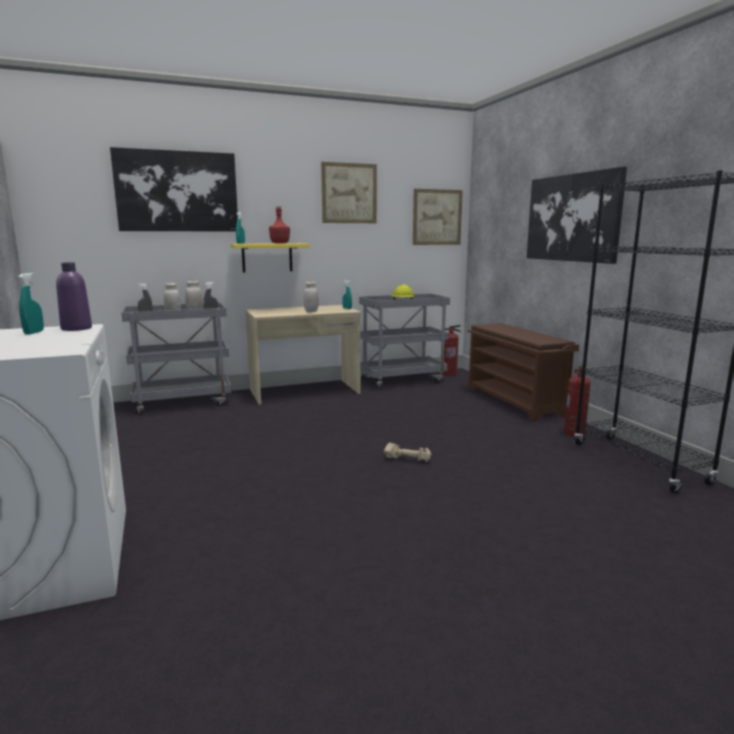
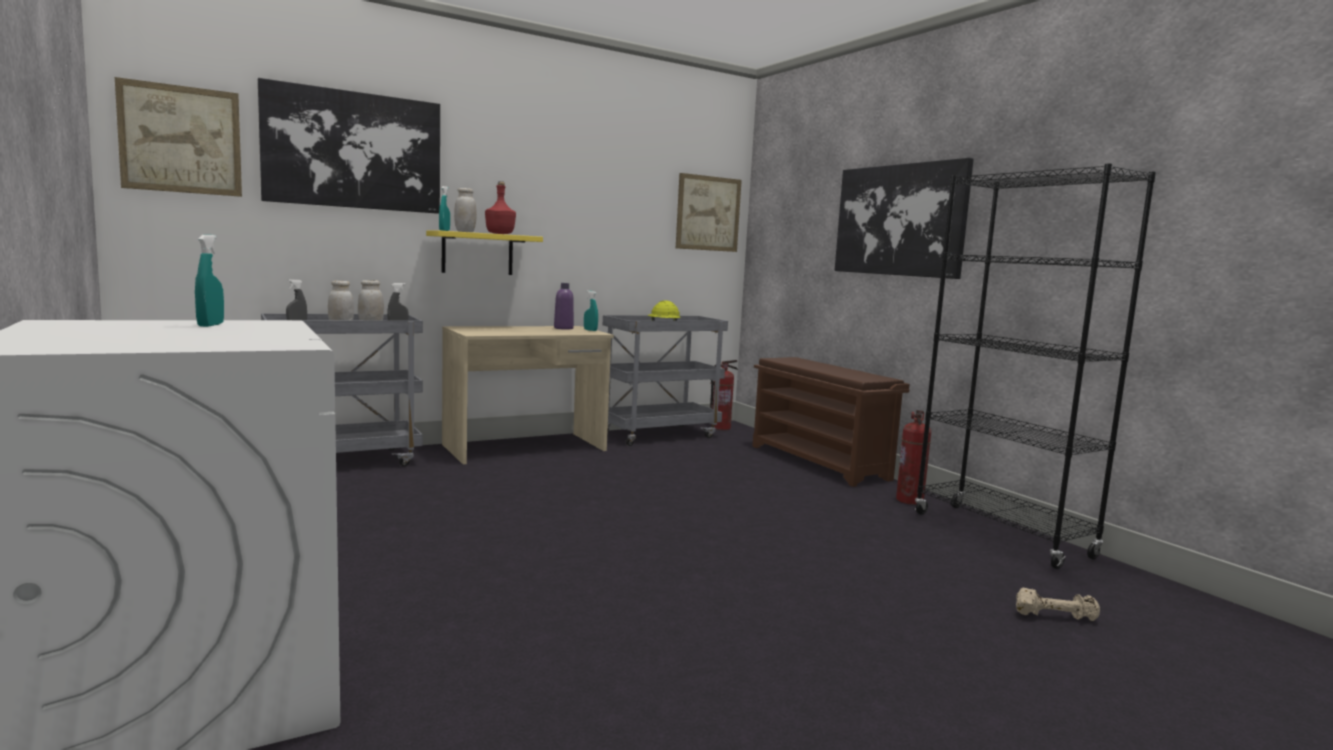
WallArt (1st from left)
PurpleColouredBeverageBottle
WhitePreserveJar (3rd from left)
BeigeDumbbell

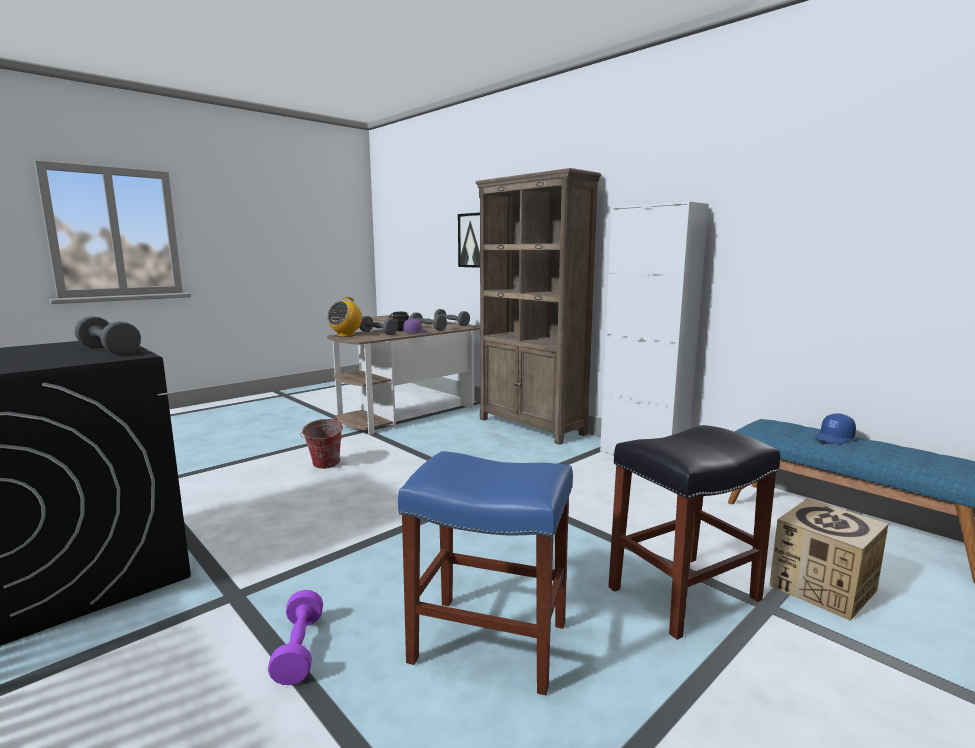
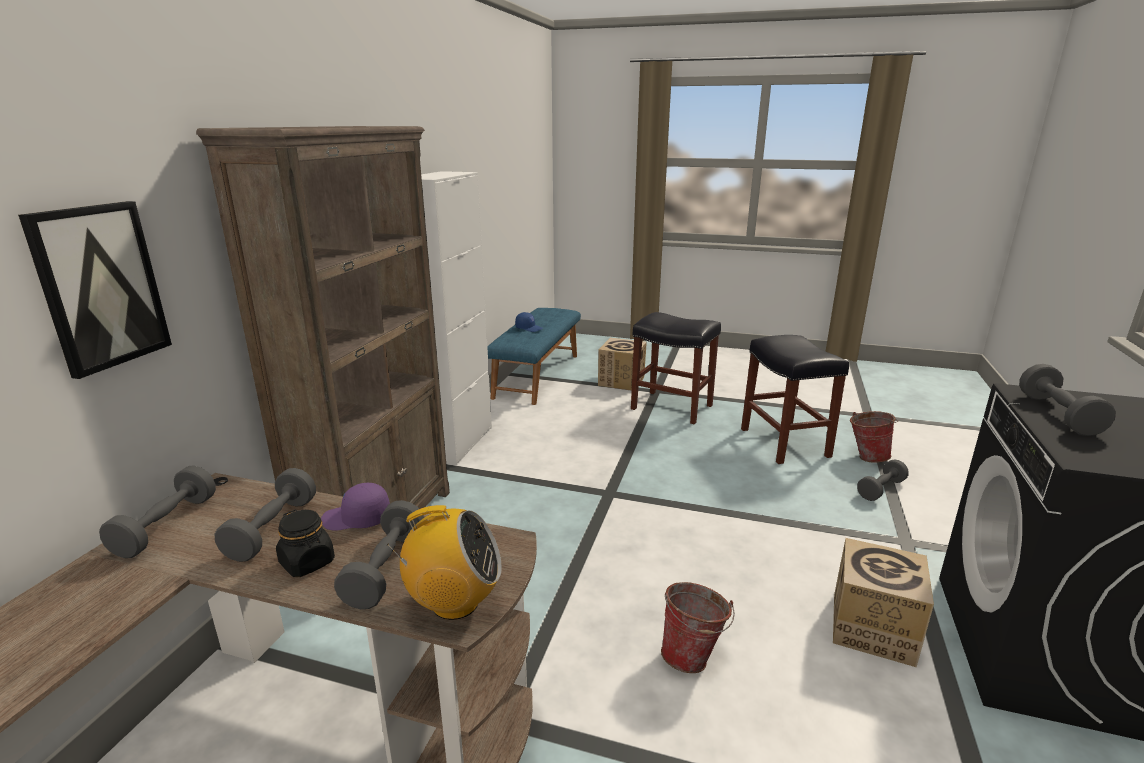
BlackStool (2nd from left)
GreyDumbbell (4th from left)
Bucket (2nd from left)
PackingBox (2nd from left)

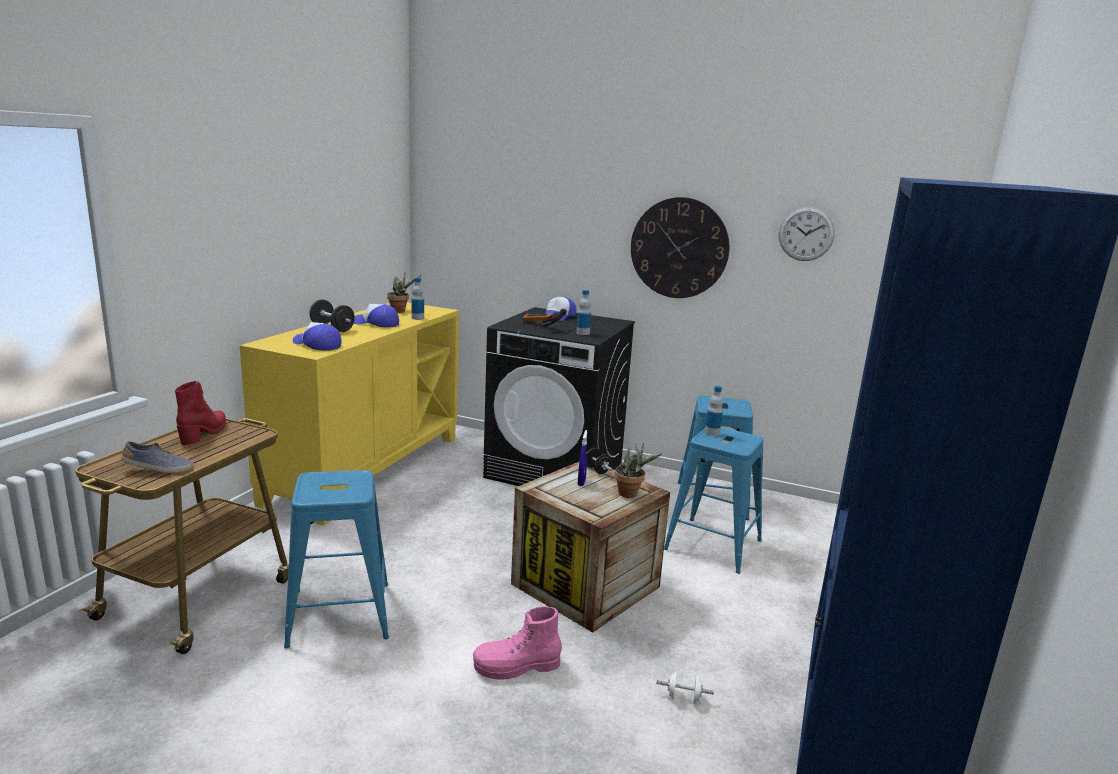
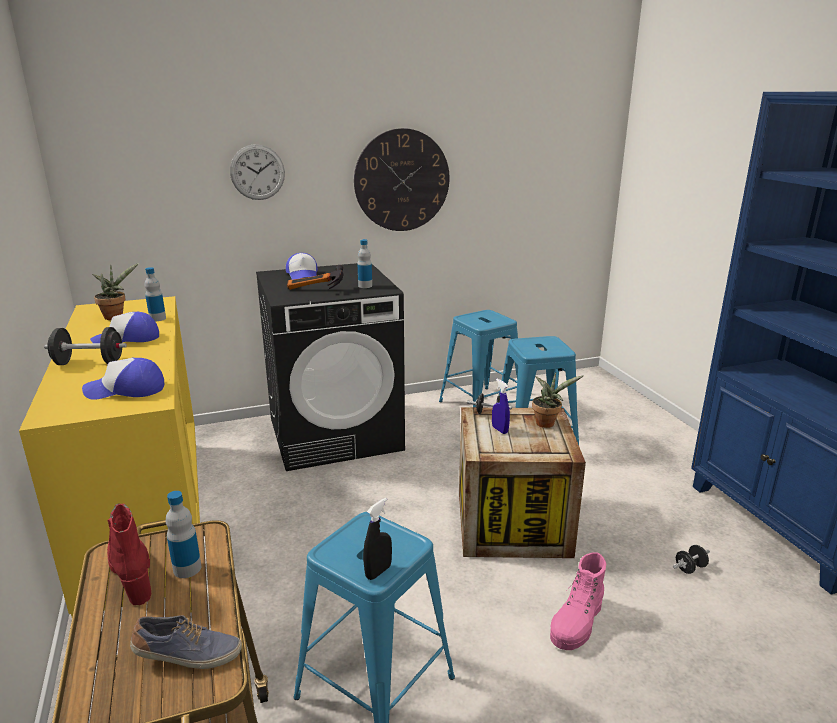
WallClock (1st from left)
BeverageBottle (2nd from left)
LowShoe
BlackDumbbell (3rd from left)
BlackHandSprayer

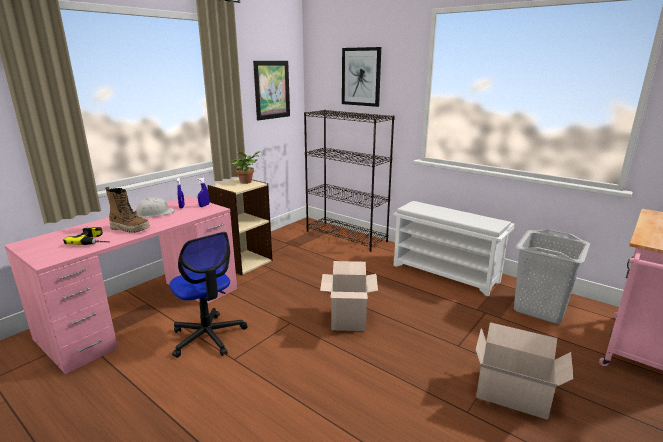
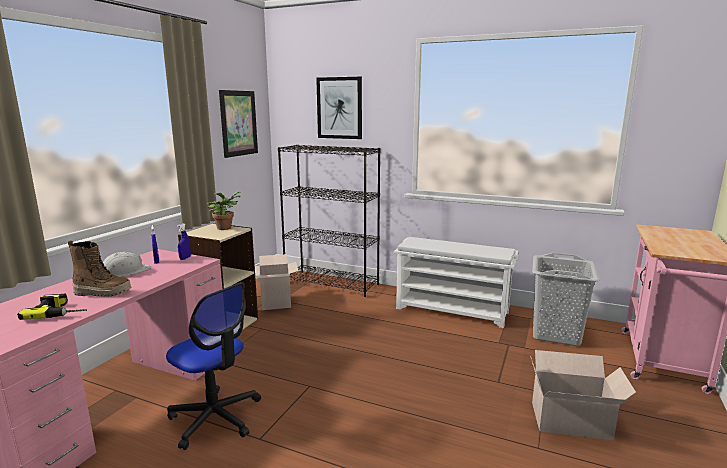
PackingBox (1st from left)

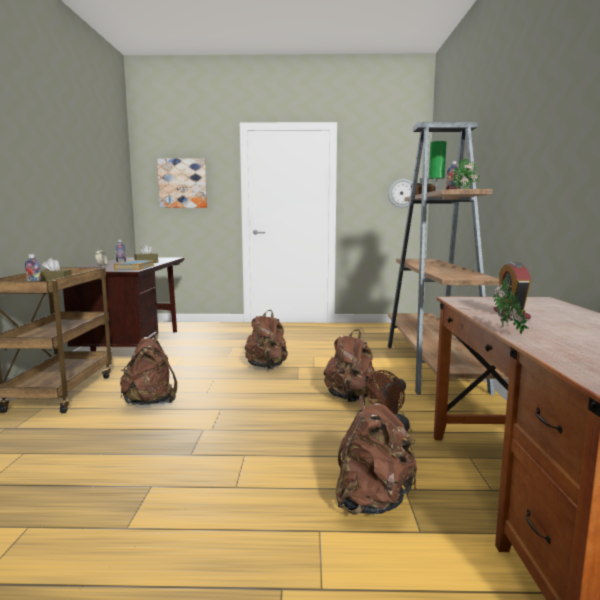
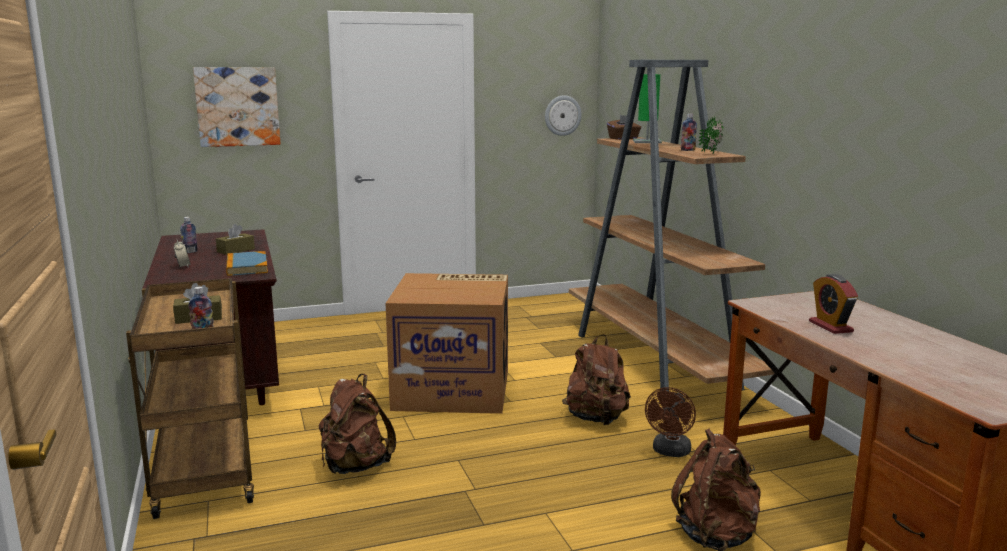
PottedPlant (2nd from left in the first image)
PackingBox

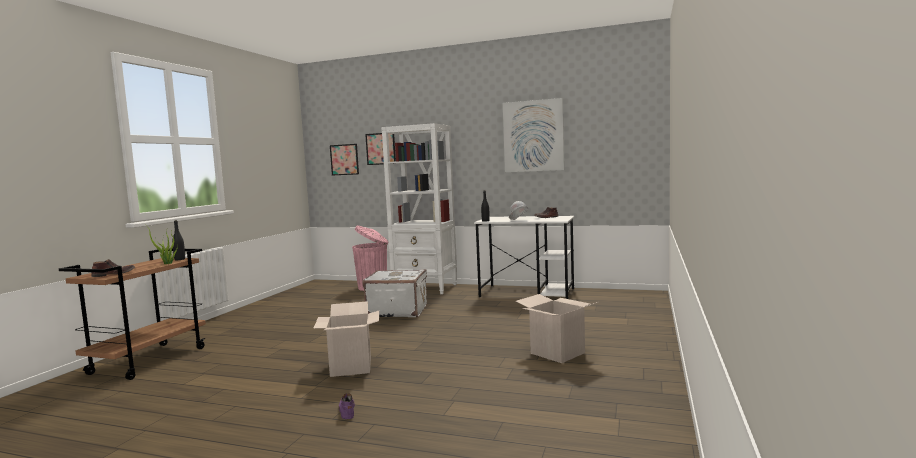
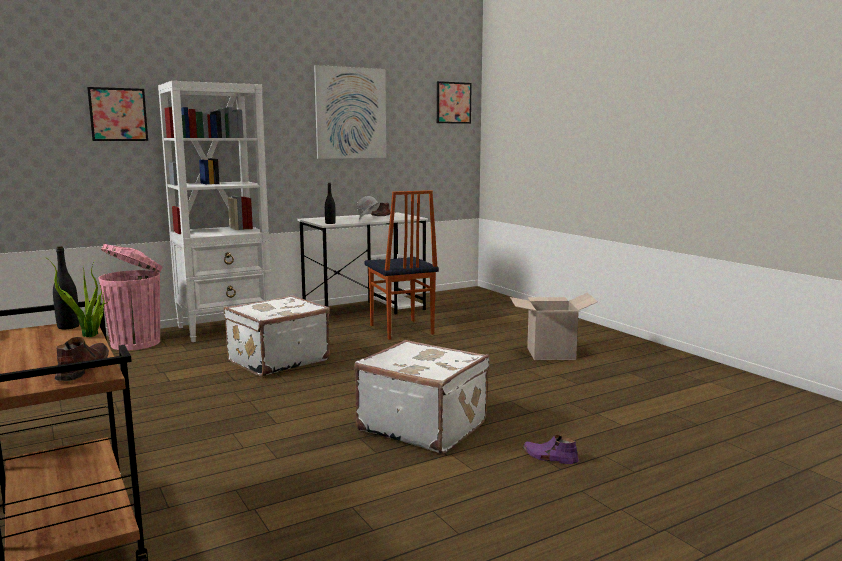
WallArt (3rd from left)
WhiteSuitcase (2nd from left)
PlainChair

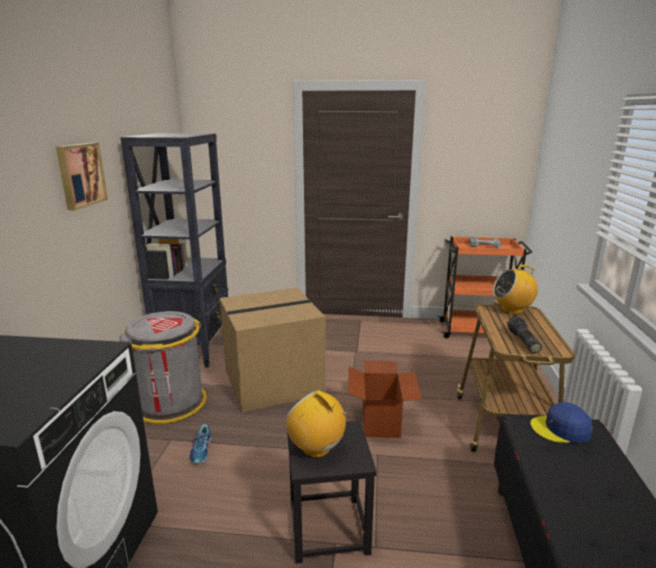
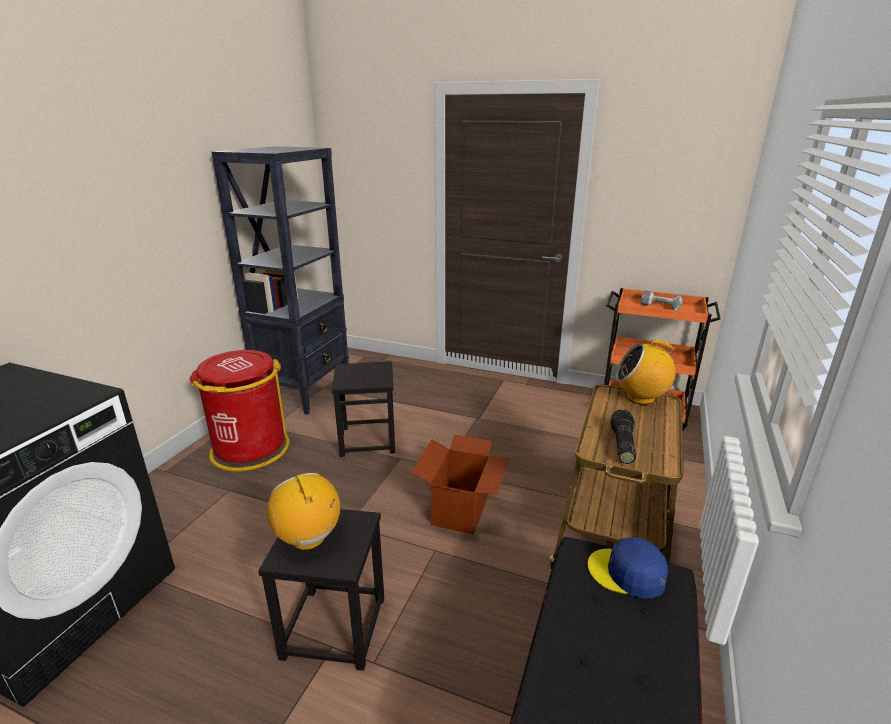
WallArt
BlackStool (2nd from left)
RedTrashCan
LowShoe

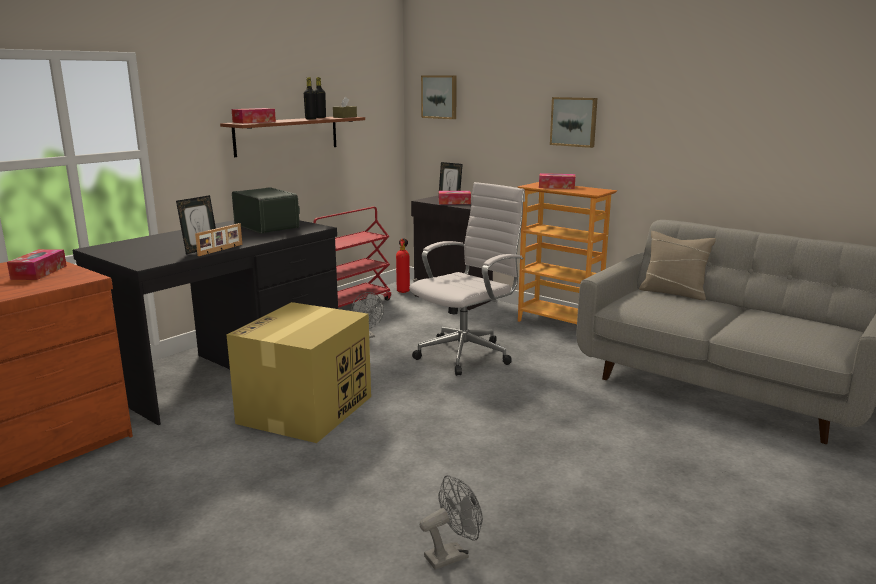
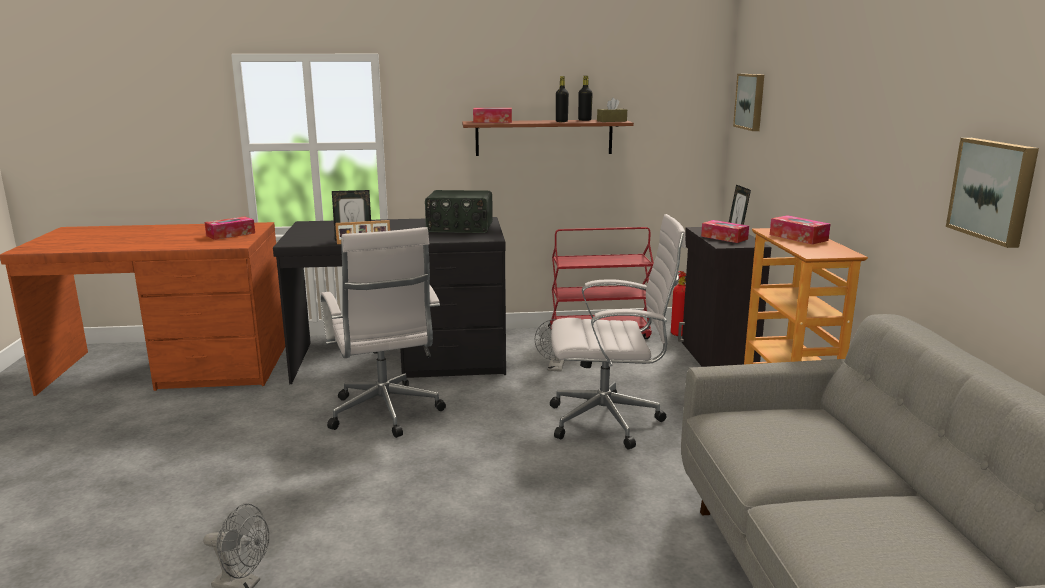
WallArt (2nd from left)
RadioReceiver
BeigePillow
WhiteComputerChair (1st from left)

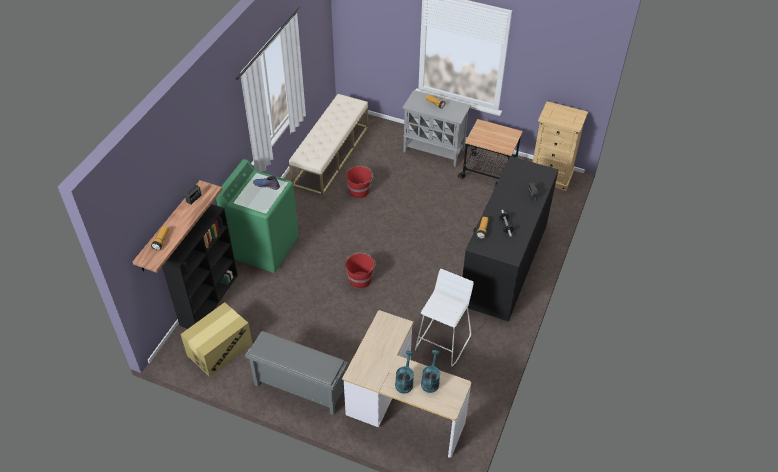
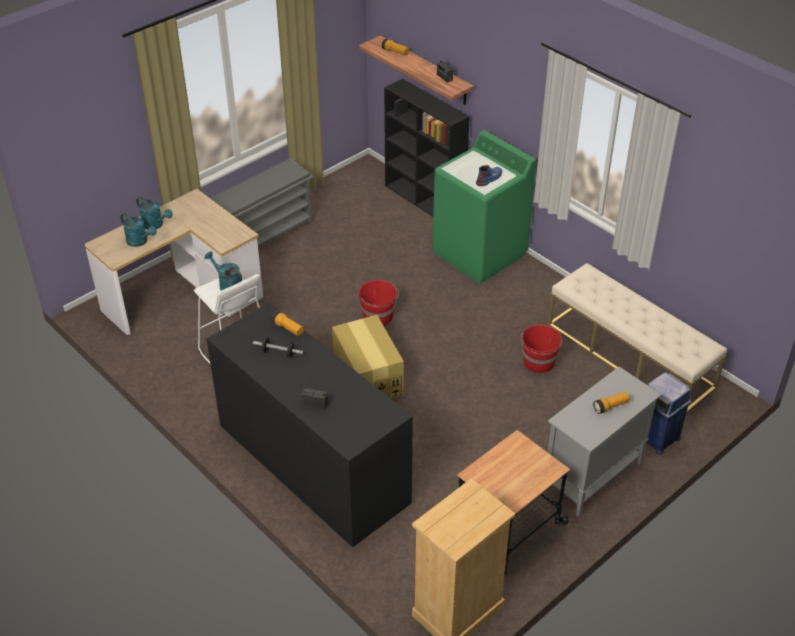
PackingBox
BlueGreenSprinklingCan (3rd from left)
BluishTrashCan

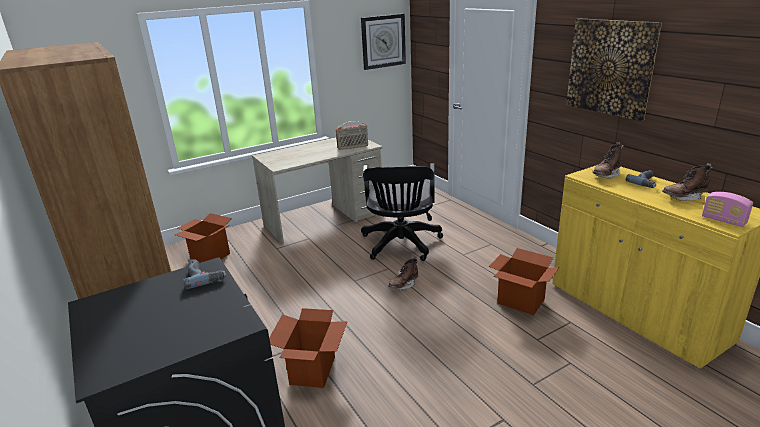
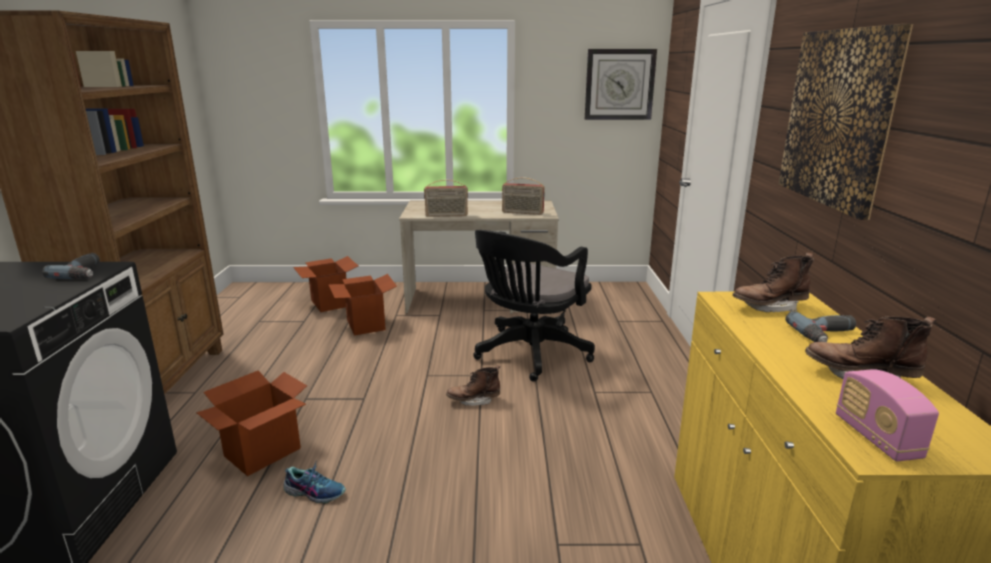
PackingBox (3rd from left)
RadioReceiver (1st from left)
LowShoe

